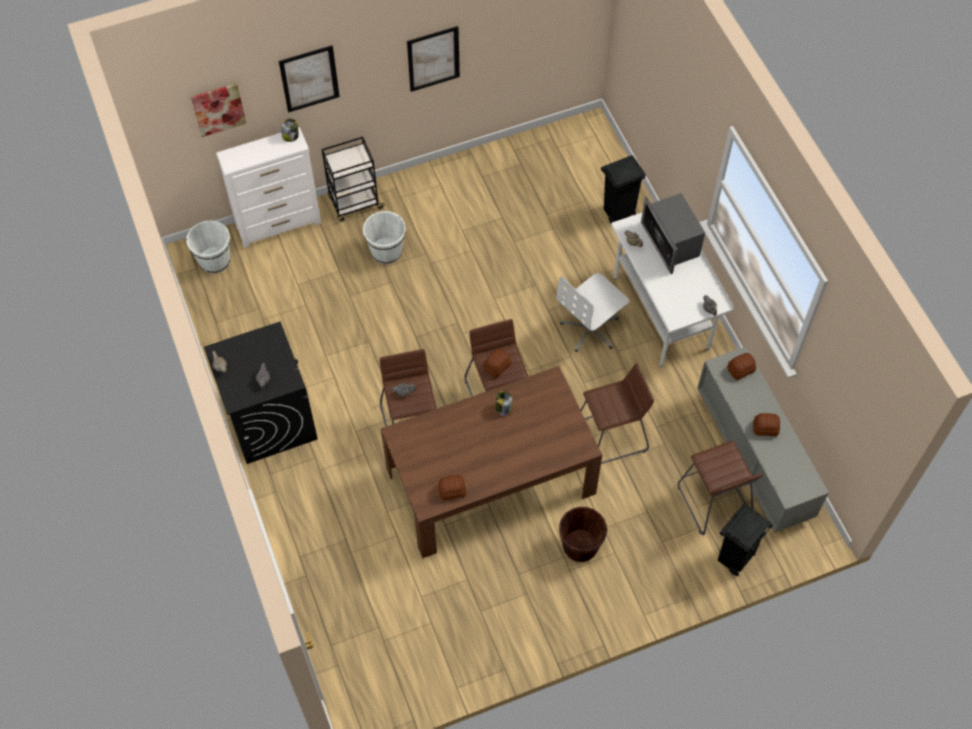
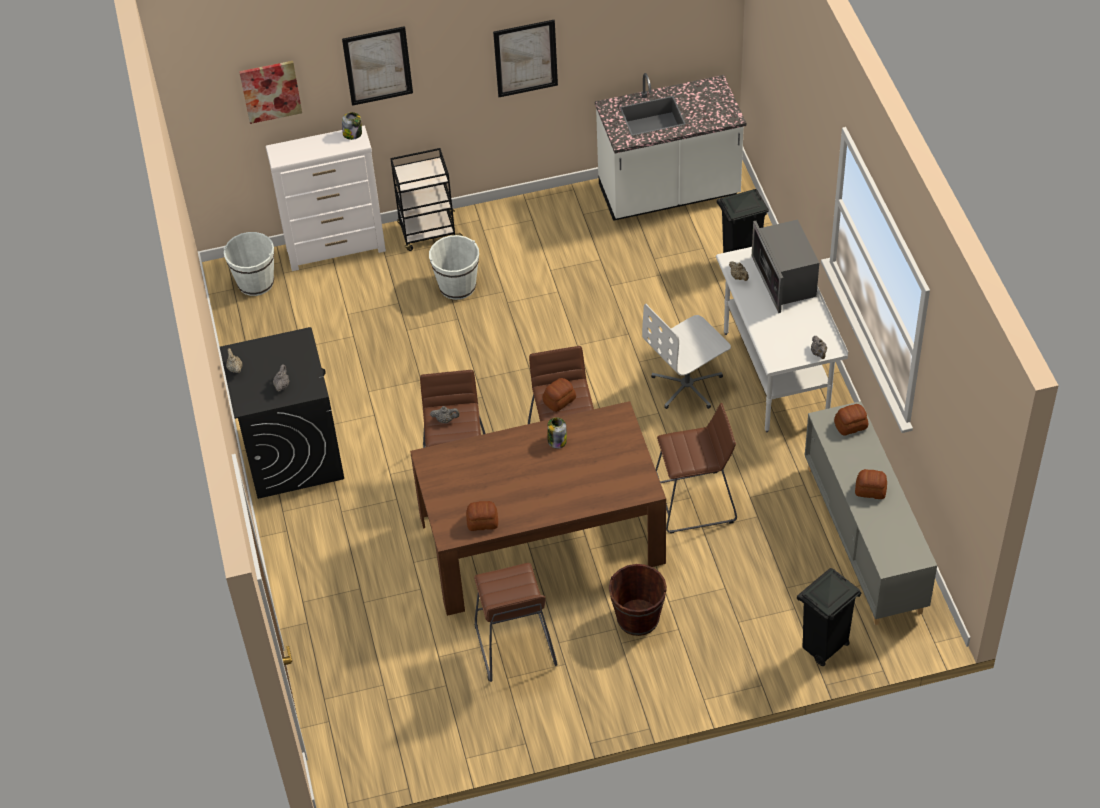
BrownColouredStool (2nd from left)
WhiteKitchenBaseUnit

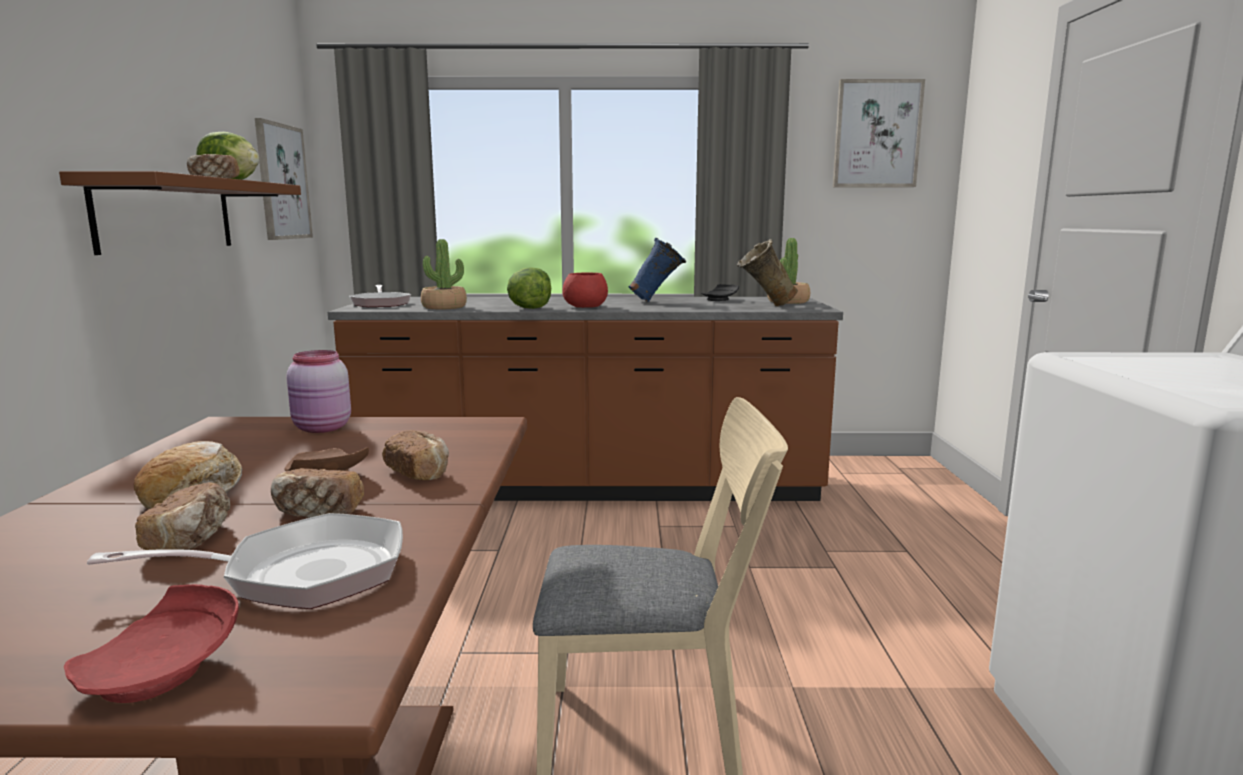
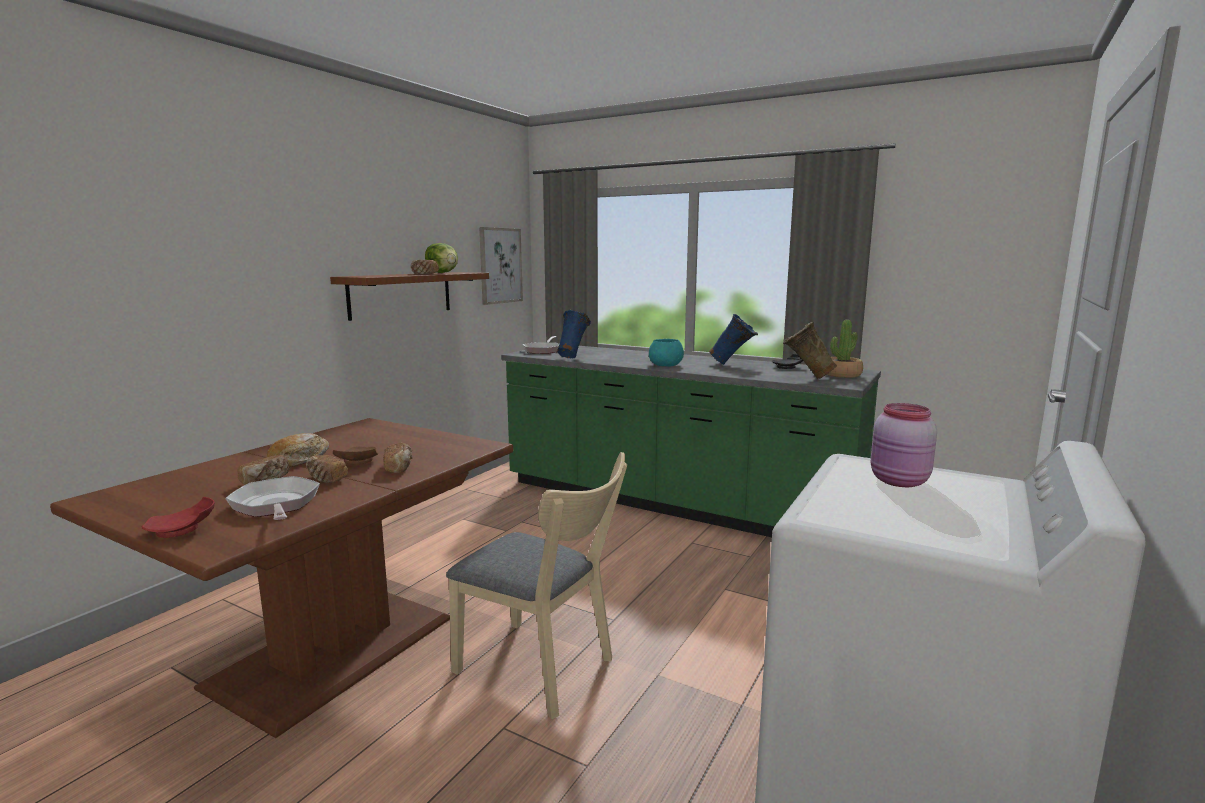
WallArt (2nd from left in the first image)
BluishDecorativeVase (1st from left)
Lettuce (2nd from left in the first image)
BlueGreenDeepDish
GreenKitchenBaseUnit
PinkishPreserveJar
FryingPan (1st from left)

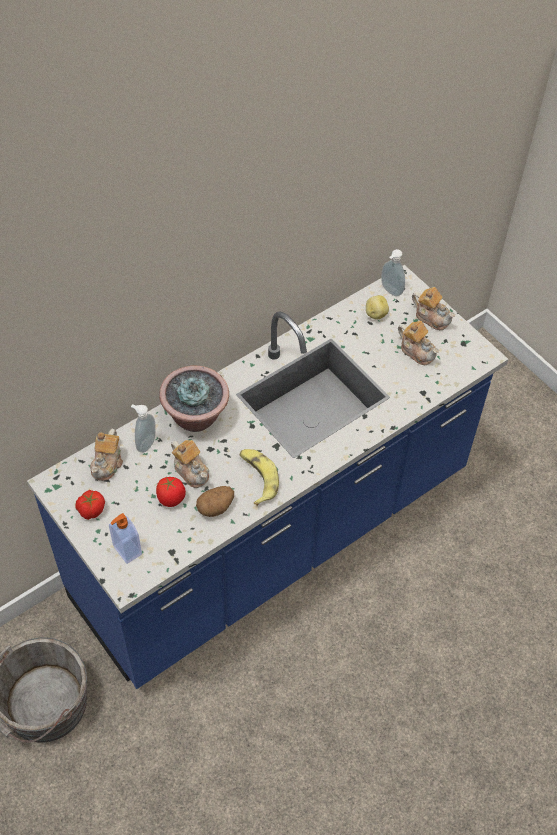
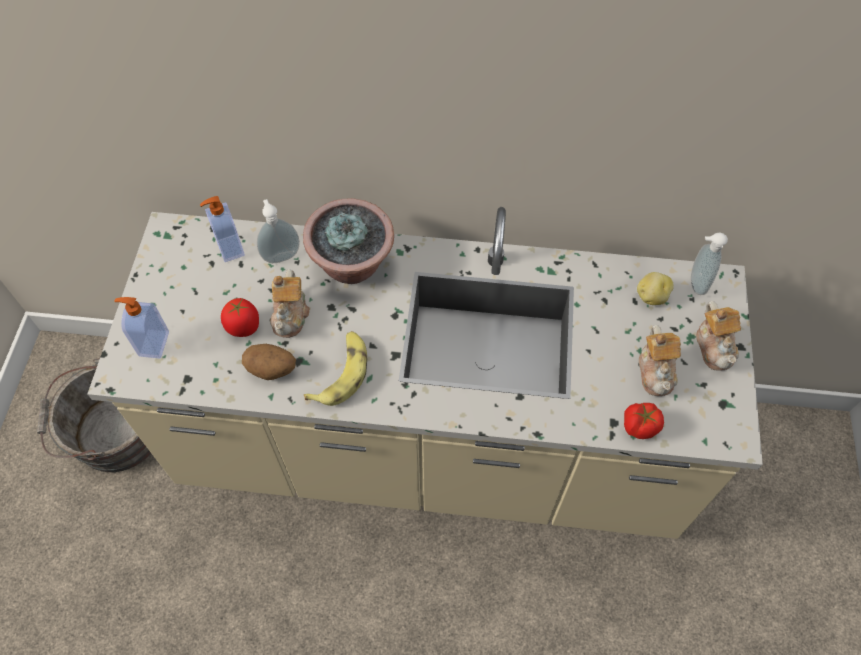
BeigeKitchenBaseUnit
SoapDispenser (2nd from left)
FreshTomato (2nd from left)

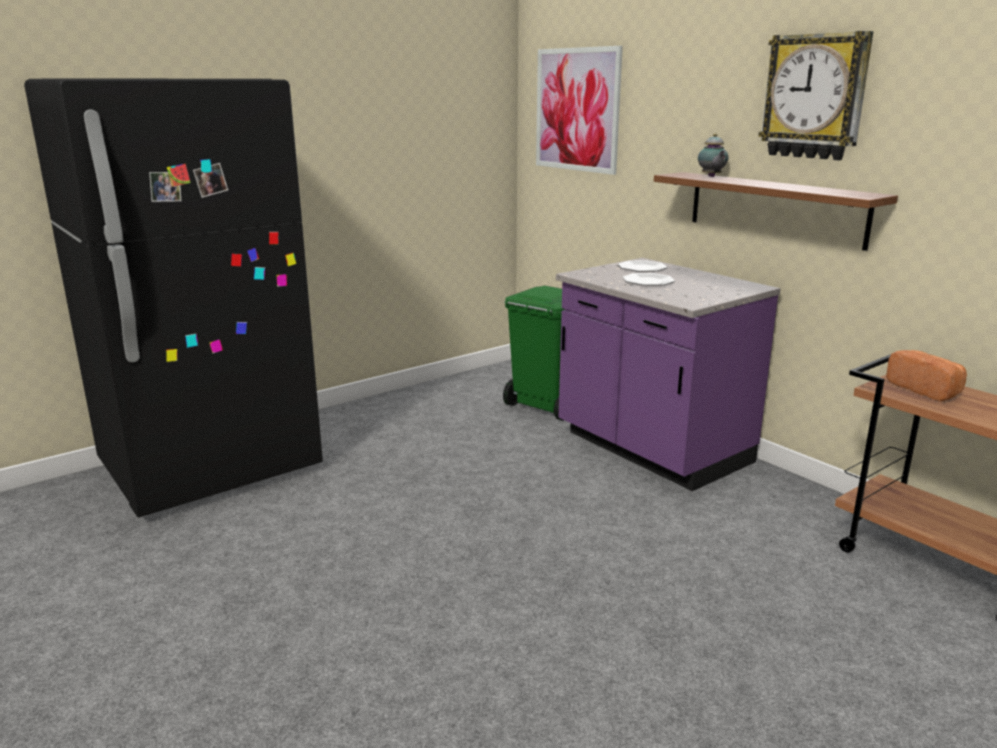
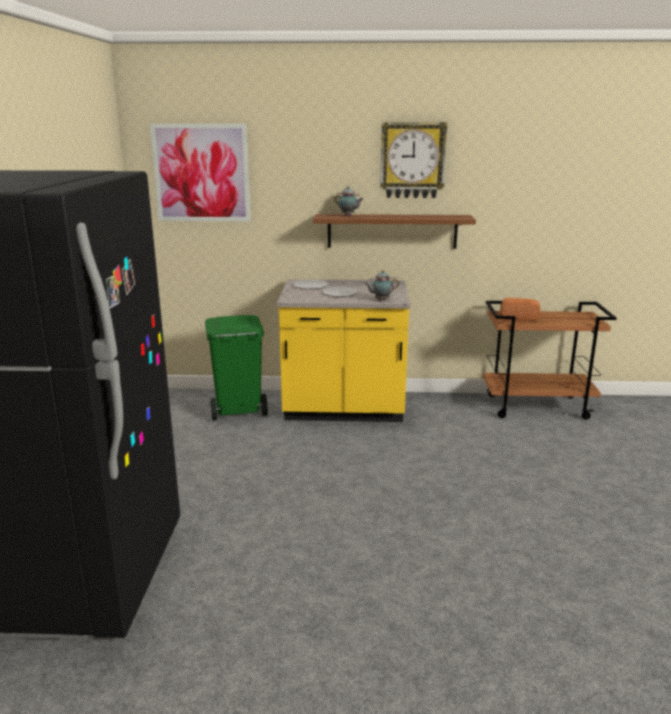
YellowKitchenBaseUnit
PotForTea (2nd from left)

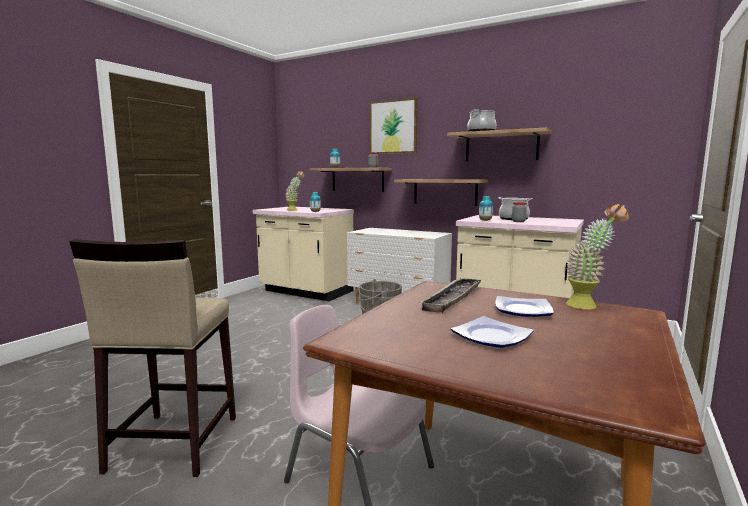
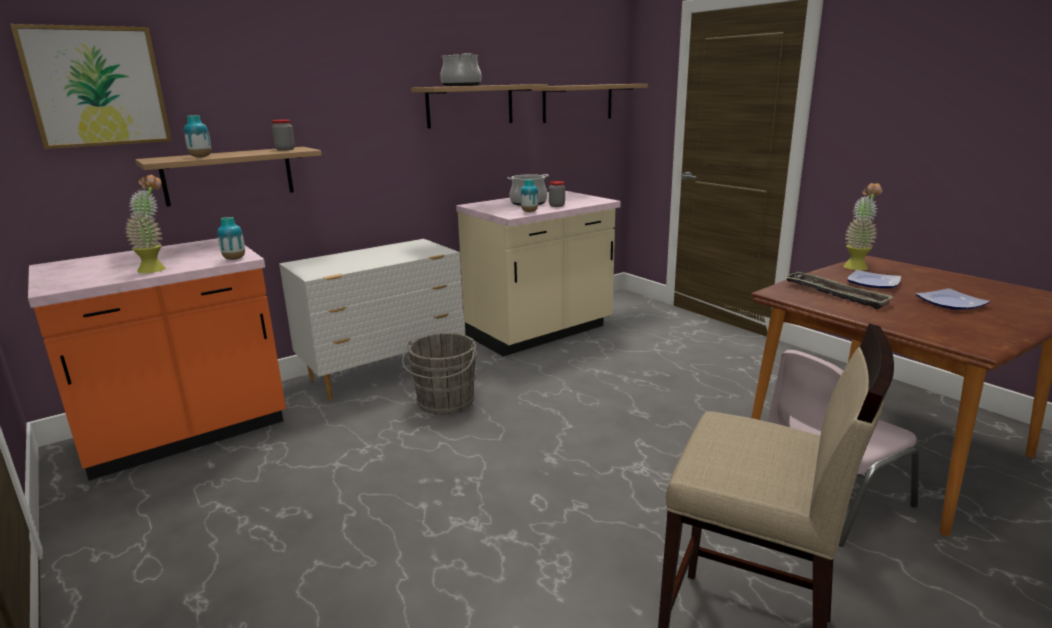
WallArt
BracketShelf (3rd from left)
OrangeColouredKitchenBaseUnit

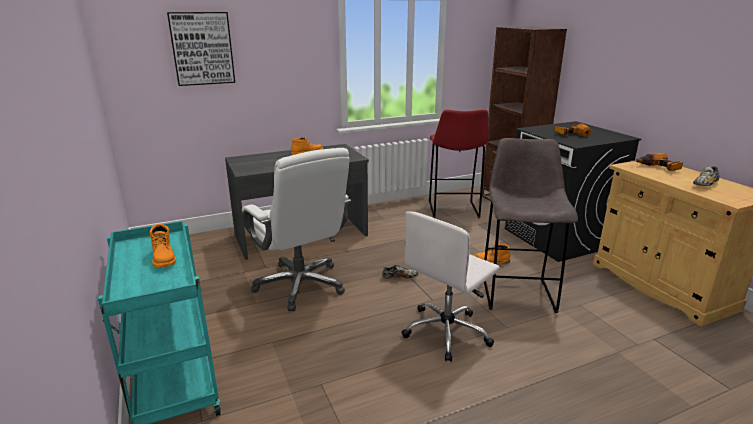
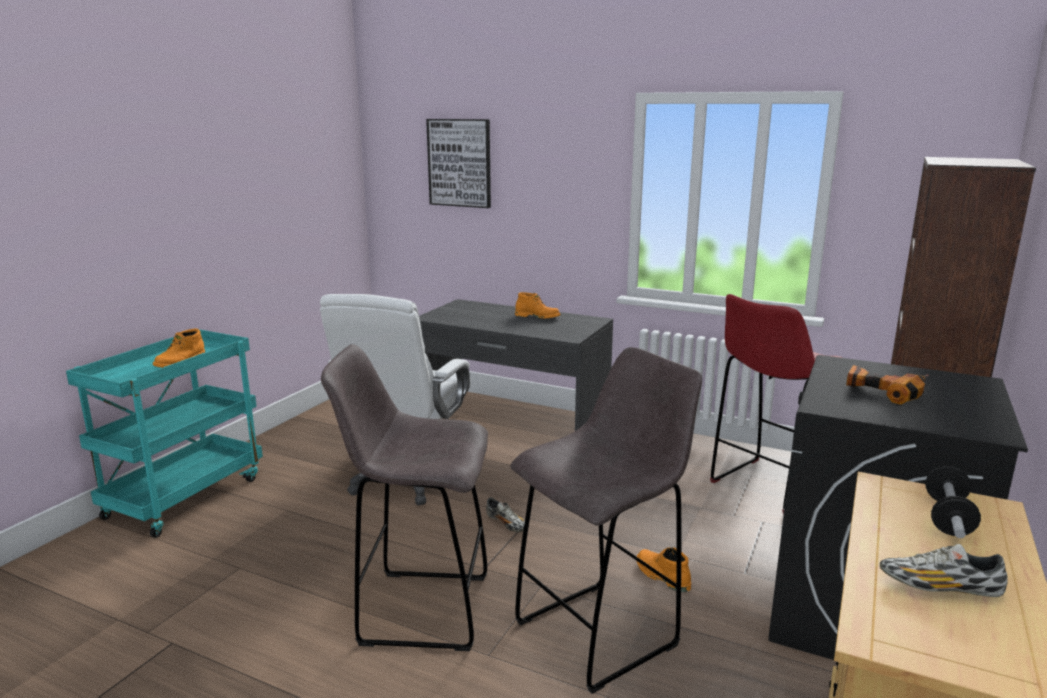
Dumbbell
GreyStool (1st from left)

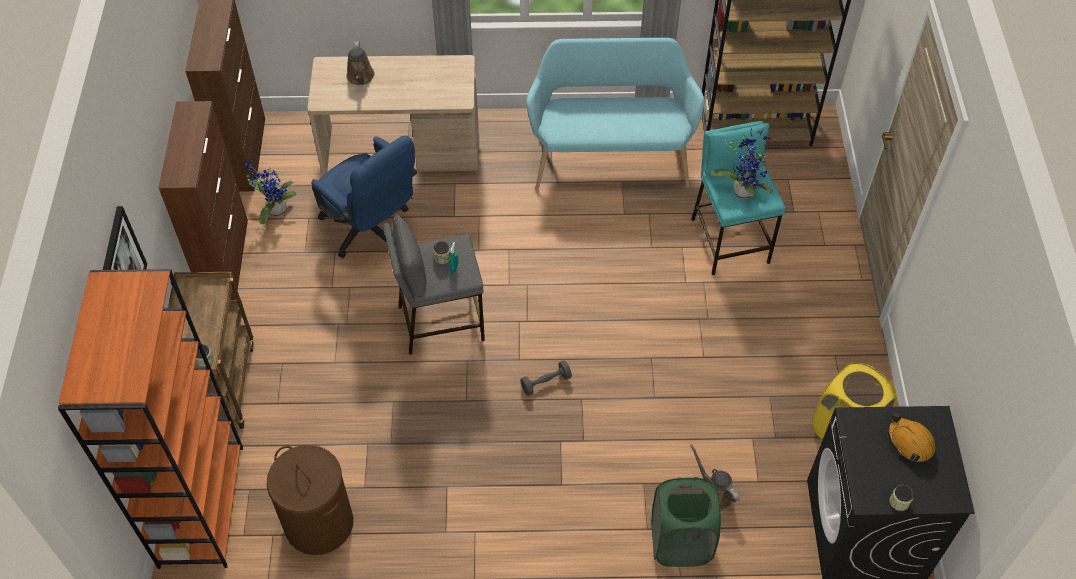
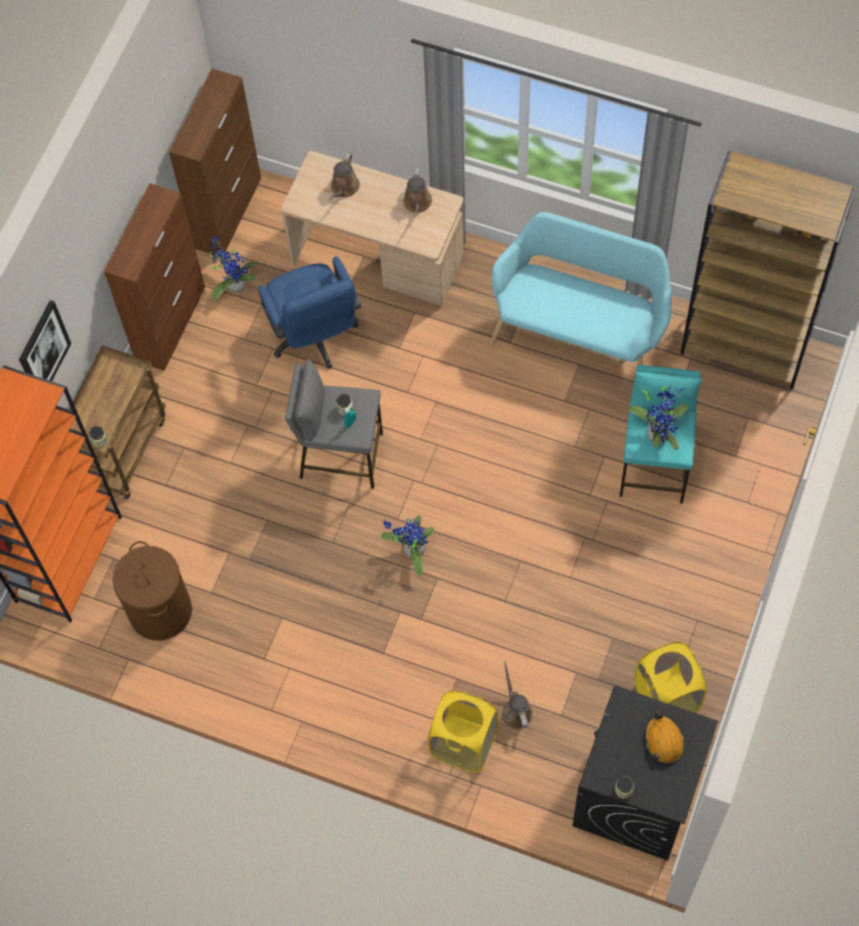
PottedPlant (2nd from left)
YellowWashingBasket (1st from left)
BrownColouredSprinklingCan (2nd from left)

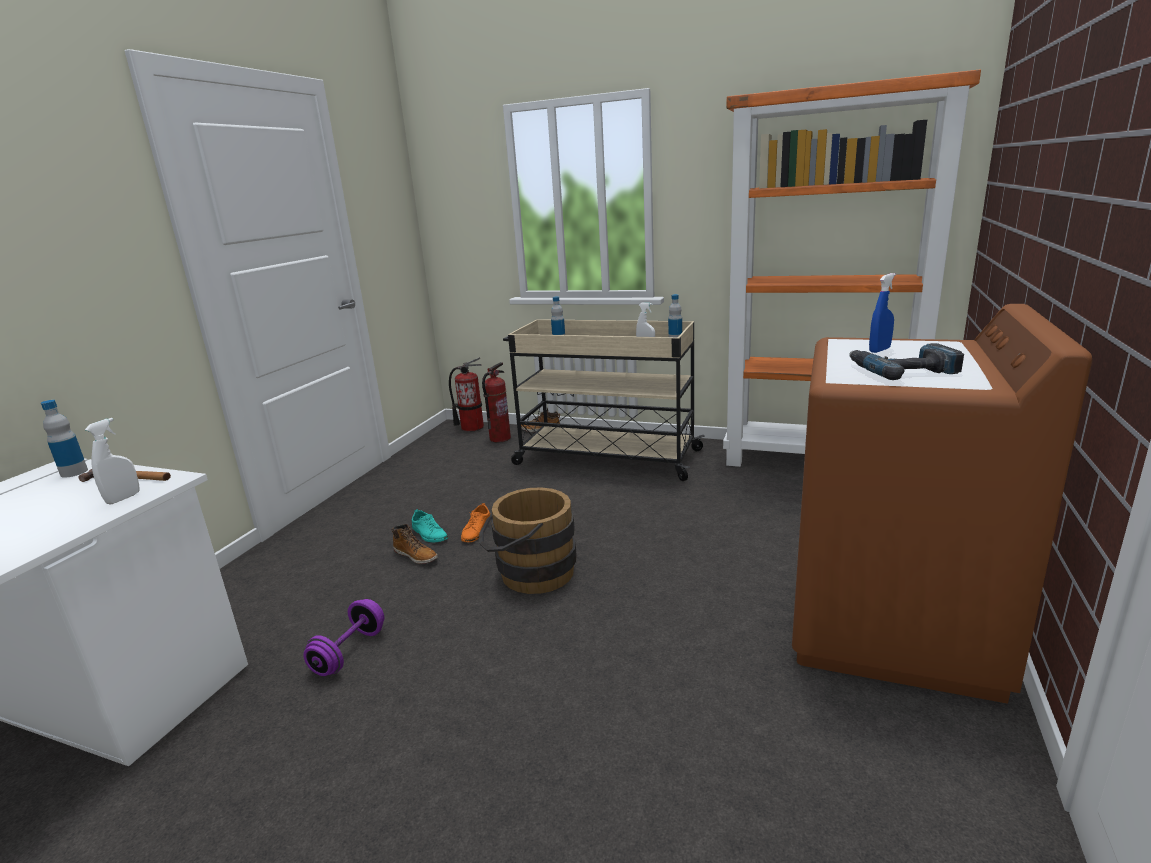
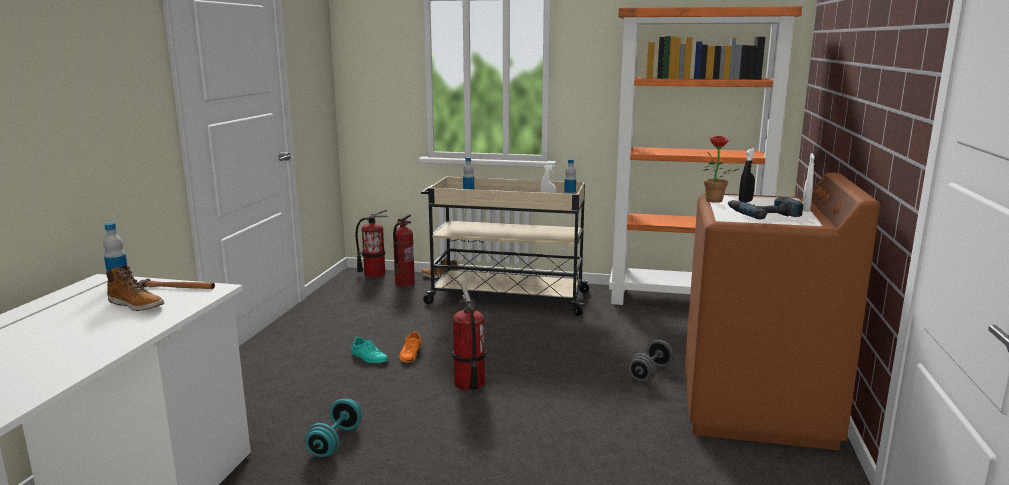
BlackHandSprayer
WhiteHandSprayer (2nd from left)
Extinguisher (3rd from left)
TallBoot (1st from left)
BlueGreenDumbbell
PottedPlant
GreyDumbbell

